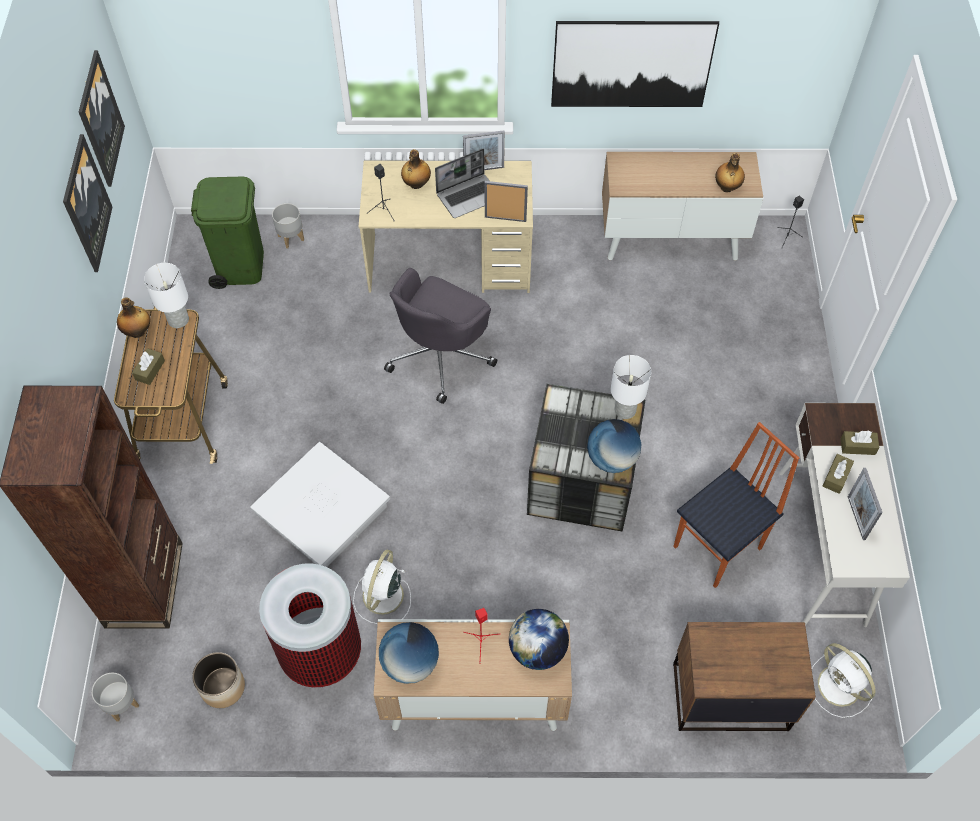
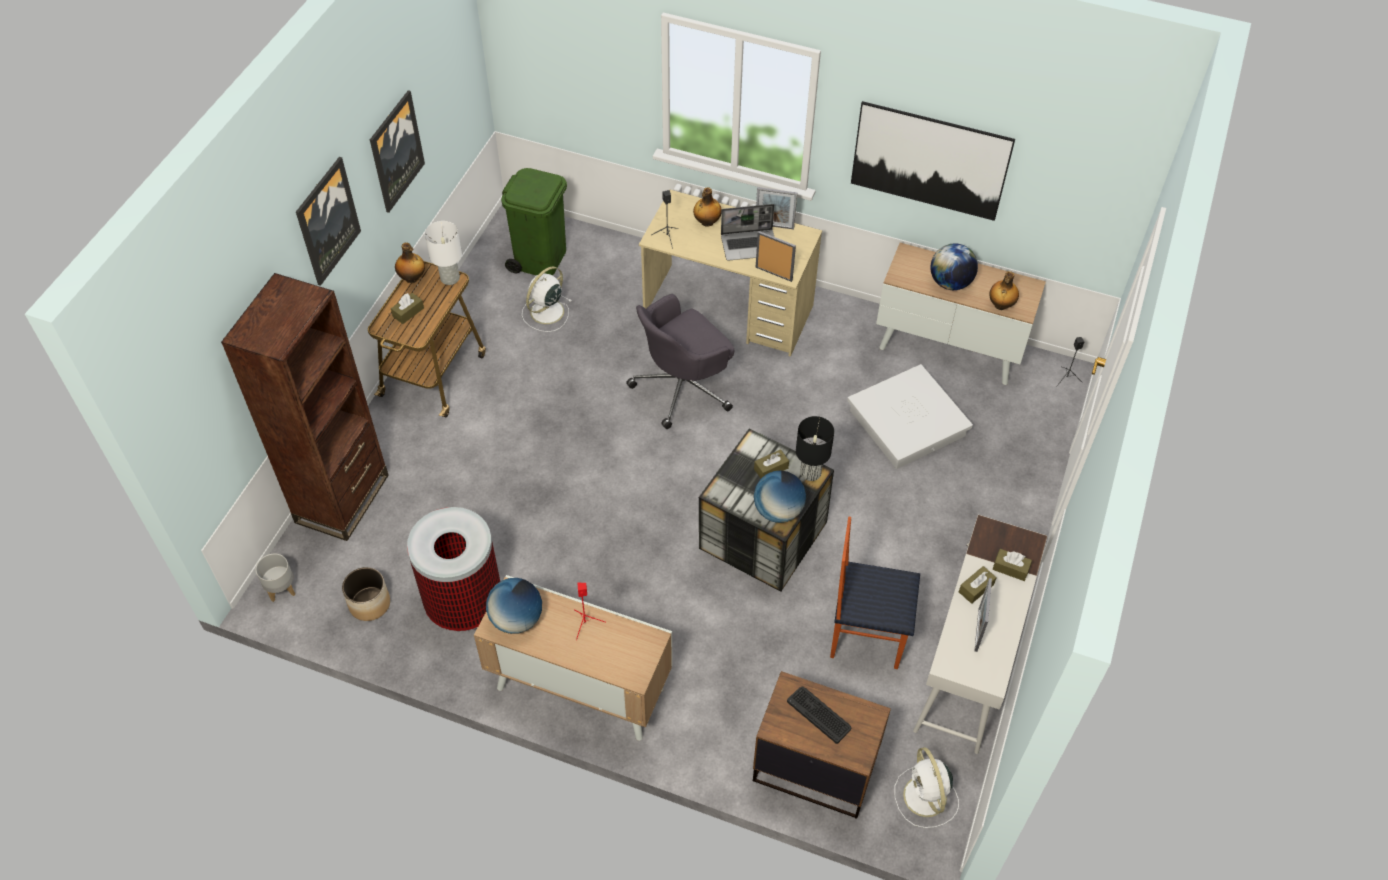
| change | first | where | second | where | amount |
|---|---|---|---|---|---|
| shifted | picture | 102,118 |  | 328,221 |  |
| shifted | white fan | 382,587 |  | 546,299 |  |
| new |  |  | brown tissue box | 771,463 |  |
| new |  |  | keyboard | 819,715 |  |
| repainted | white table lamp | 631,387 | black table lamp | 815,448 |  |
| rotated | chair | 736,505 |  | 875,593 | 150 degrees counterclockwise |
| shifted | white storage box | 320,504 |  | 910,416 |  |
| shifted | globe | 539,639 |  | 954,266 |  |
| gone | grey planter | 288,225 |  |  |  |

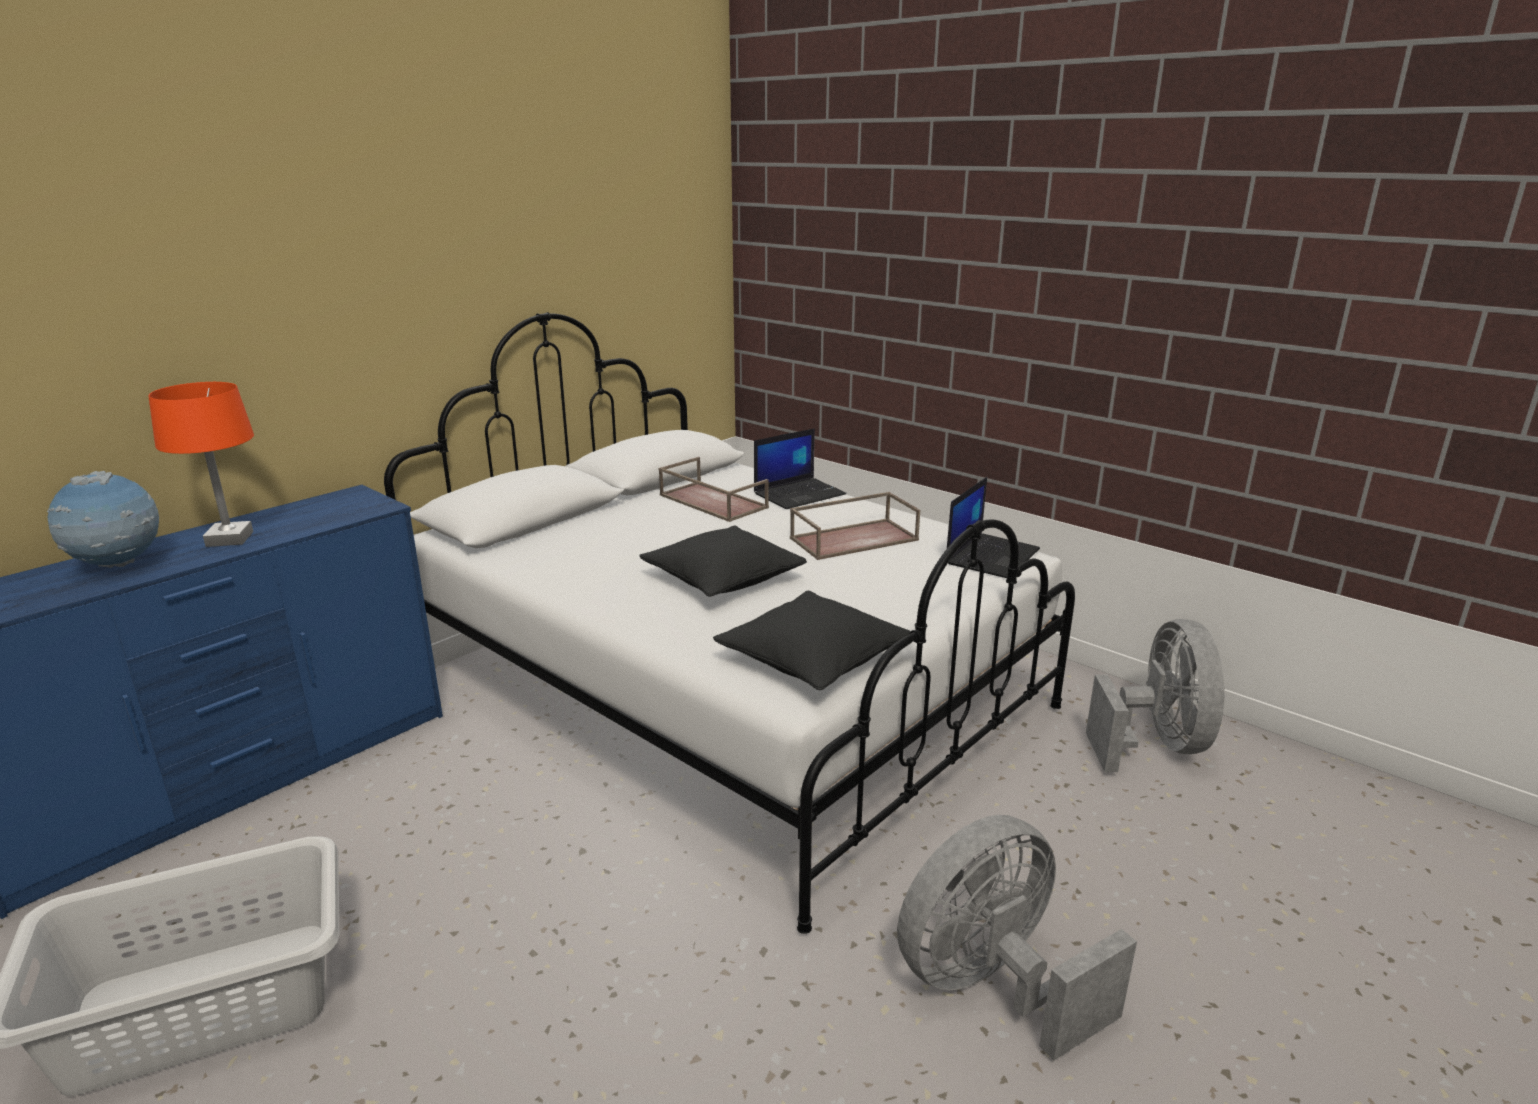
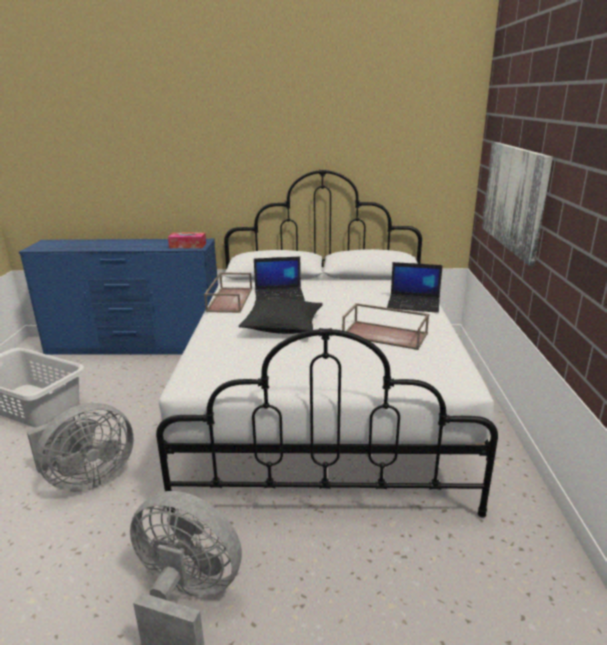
| change | first | where | second | where | amount |
|---|---|---|---|---|---|
| shifted | grey fan | 1155,695 |  | 80,447 |  |
| new |  |  | tissue box | 187,240 |  |
| shifted | brown tray | 714,489 |  | 228,292 |  |
| shifted | laptop | 993,527 |  | 279,279 |  |
| new |  |  | picture | 517,203 |  |
| gone | globe | 103,519 |  |  |  |
| gone | orange table lamp | 201,464 |  |  |  |
| gone | black pillow | 811,640 |  |  |  |

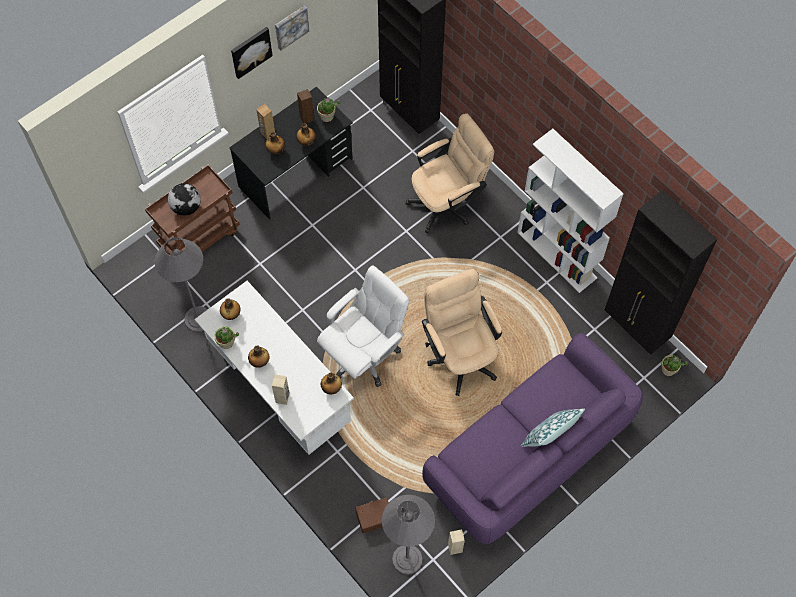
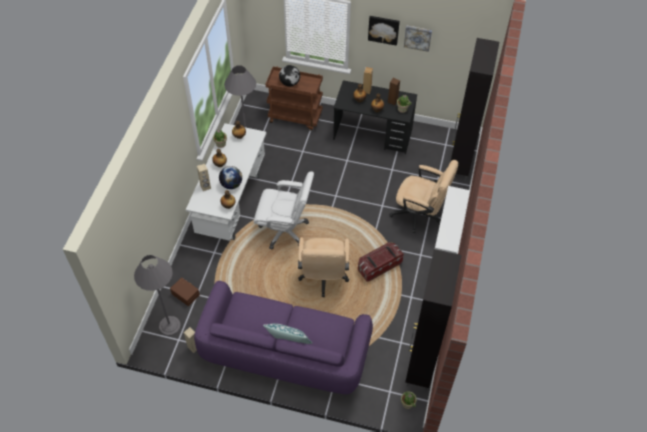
| change | first | where | second | where | amount |
|---|---|---|---|---|---|
| new |  |  | globe | 230,177 |  |
| rotated | beige office chair | 462,332 |  | 324,267 | 150 degrees clockwise |
| new |  |  | storage box | 381,262 |  |

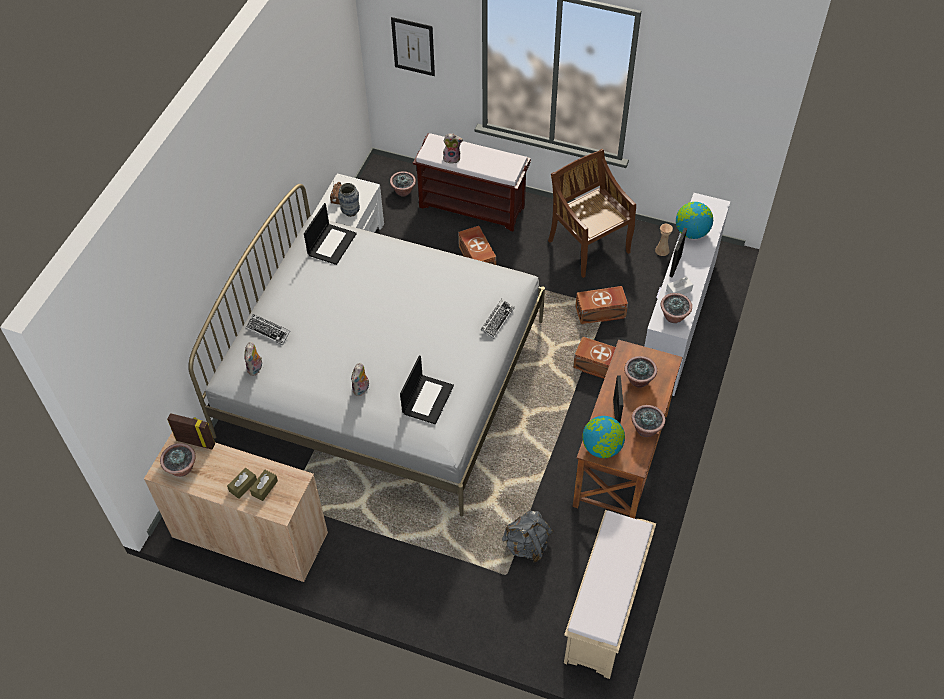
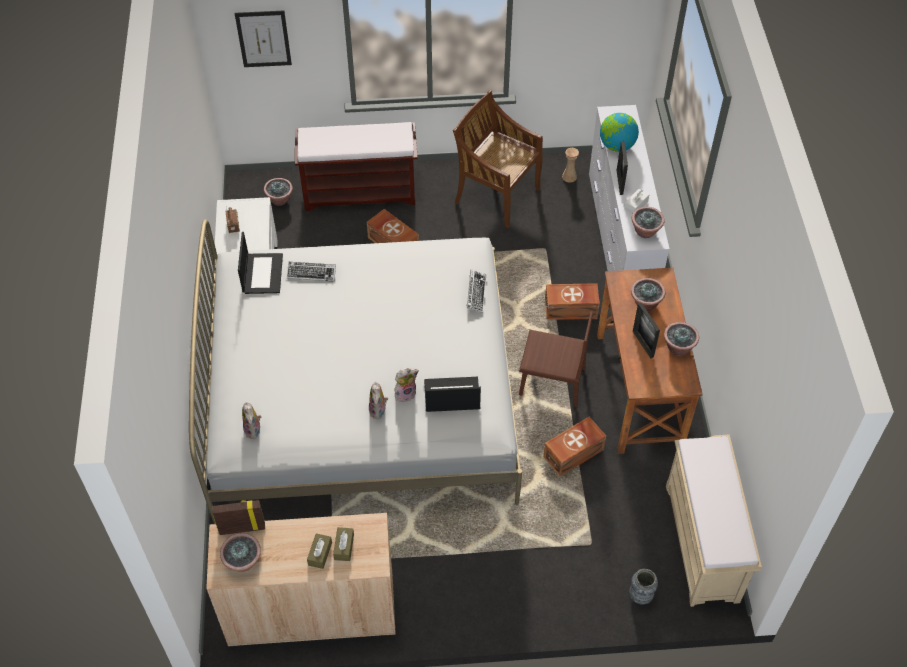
| change | first | where | second | where | amount |
|---|---|---|---|---|---|
| shifted | keyboard | 267,329 |  | 311,272 |  |
| shifted | plush toy | 453,149 |  | 407,385 |  |
| rotated | laptop | 427,389 |  | 452,394 | 90 degrees counterclockwise |
| new |  |  | brown chair | 556,359 |  |
| shifted | brown storage box | 601,305 |  | 574,446 |  |
| shifted | vase | 349,200 |  | 643,587 |  |
| gone | grey backpack | 528,536 |  |  |  |
| gone | globe | 603,437 |  |  |  |

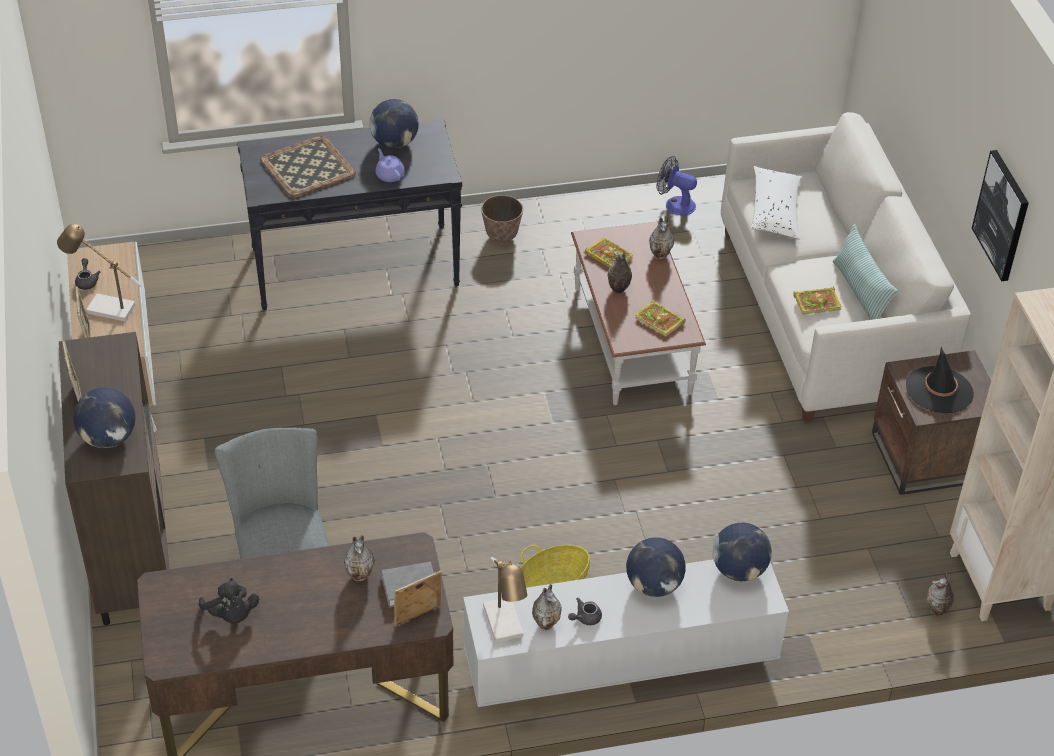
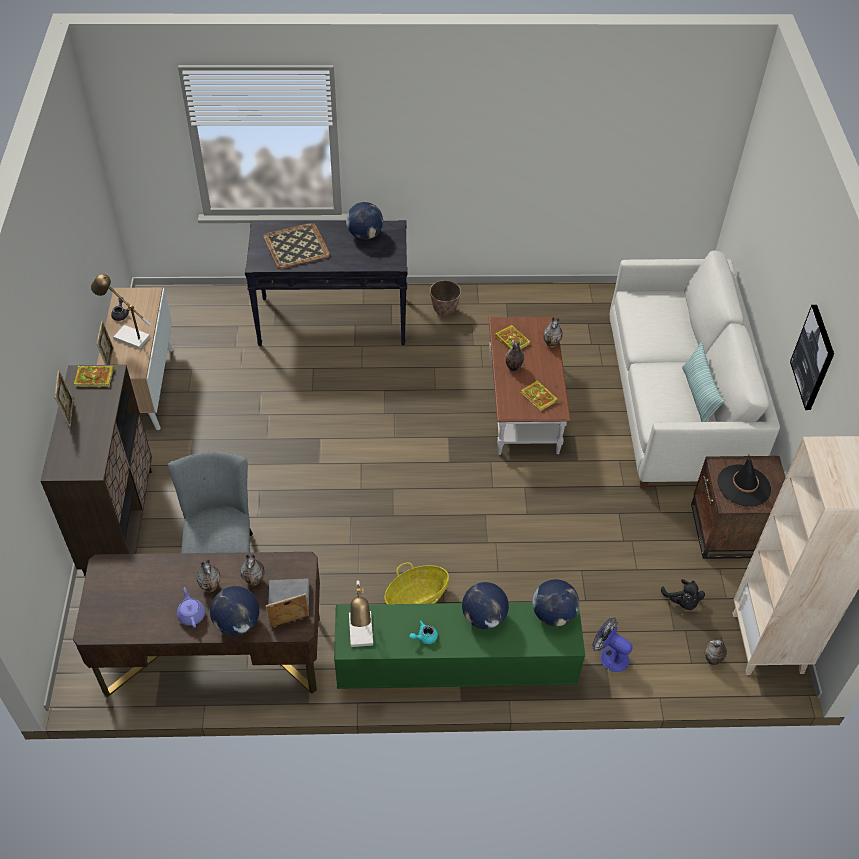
| change | first | where | second | where | amount |
|---|---|---|---|---|---|
| shifted | book | 817,300 |  | 94,376 |  |
| shifted | purple teapot | 390,165 |  | 191,607 |  |
| shifted | vase | 547,607 |  | 209,575 |  |
| shifted | globe | 104,417 |  | 234,611 |  |
| repainted | white tv stand | 626,633 | green tv stand | 459,645 |  |
| repainted | grey teapot | 585,611 | turquoise teapot | 423,632 |  |
| shifted | fan | 677,186 |  | 612,644 |  |
| shifted | black plush toy | 229,601 |  | 683,594 |  |
| gone | white pillow | 776,203 |  |  |  |

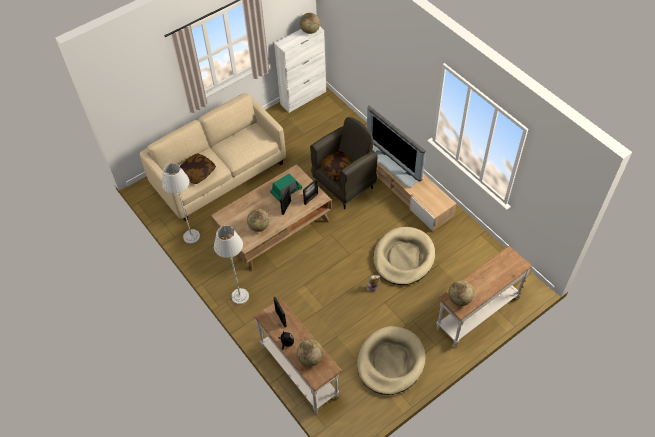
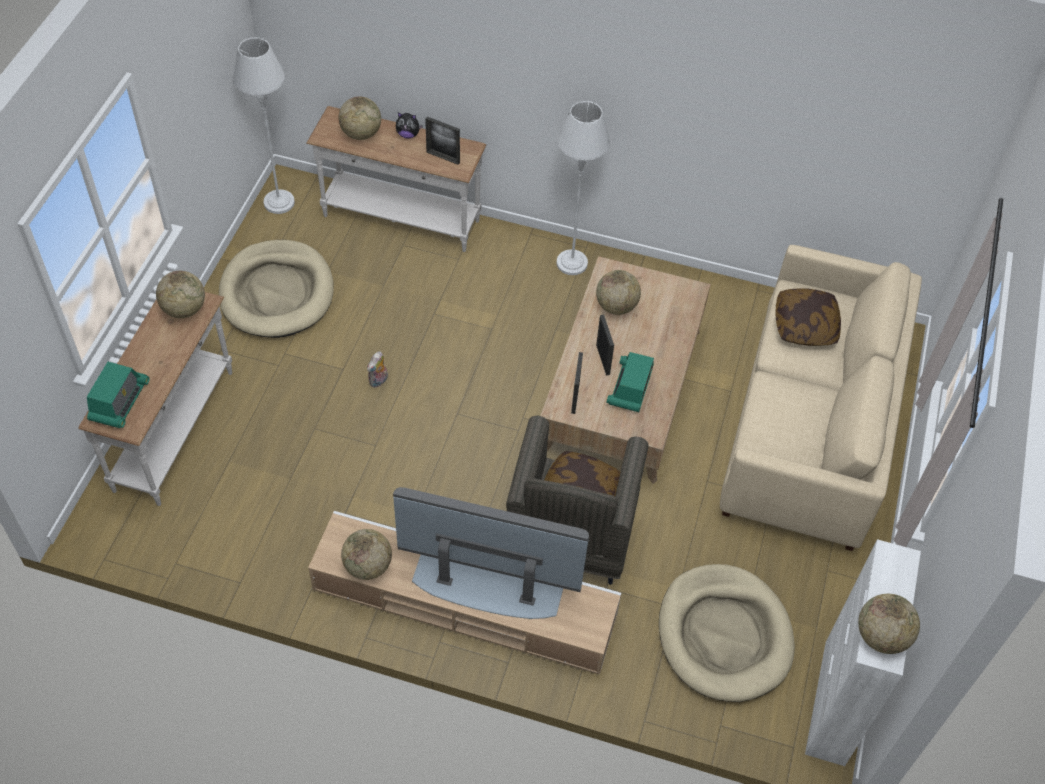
| change | first | where | second | where | amount |
|---|---|---|---|---|---|
| new |  |  | radio | 118,395 |  |
| shifted | grey floor lamp | 181,203 |  | 264,125 |  |
| new |  |  | globe | 366,554 |  |
| shifted | beige dog bed | 404,256 |  | 727,633 |  |

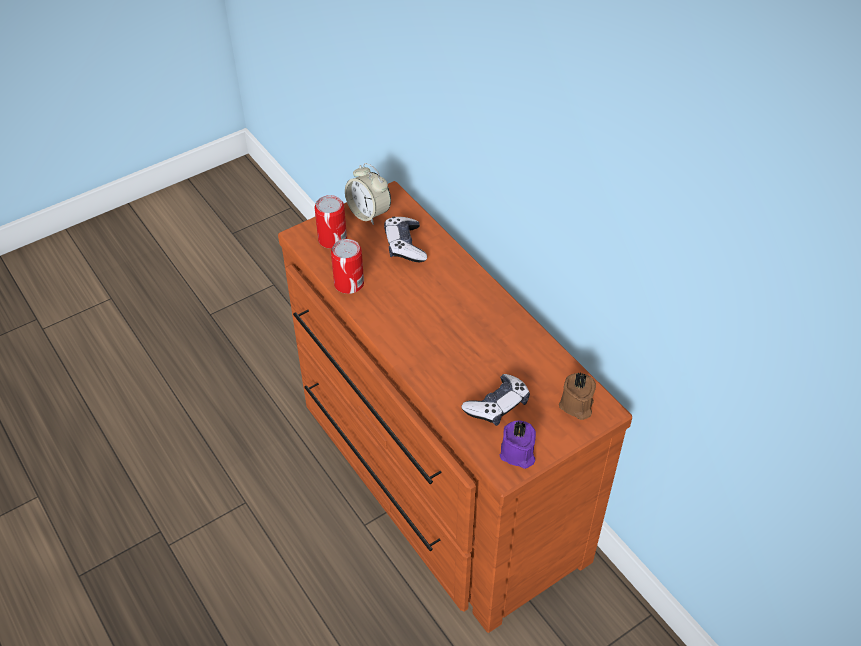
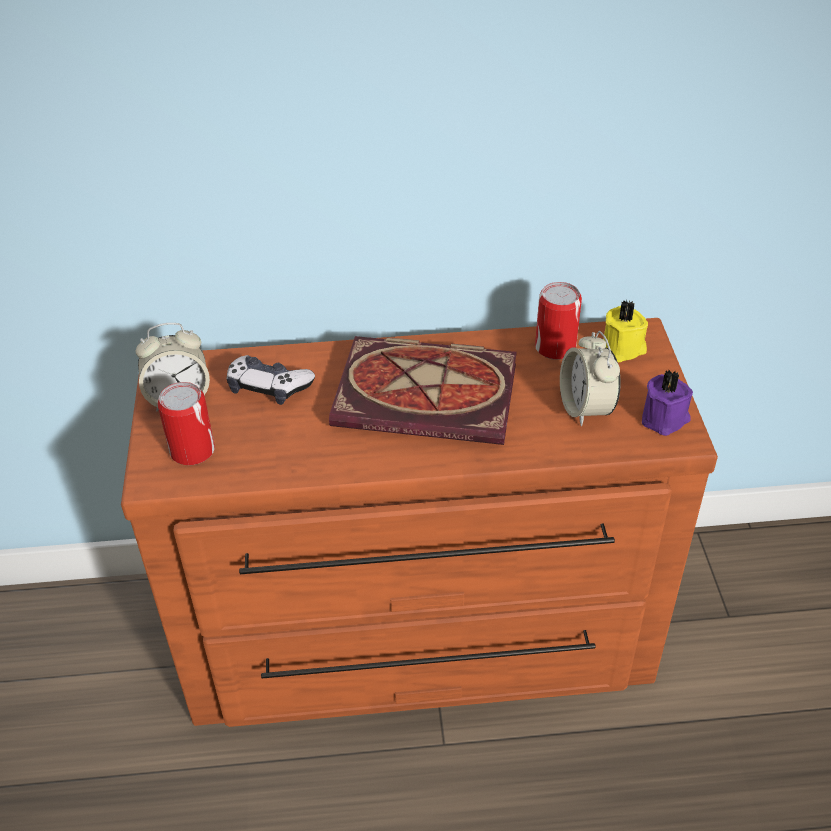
| change | first | where | second | where | amount |
|---|---|---|---|---|---|
| new |  |  | book | 423,390 |  |
| shifted | can | 347,266 |  | 558,321 |  |
| swapped | game controller | 495,400 | alarm clock | 590,378 |  |
| repainted | brown candle | 577,396 | yellow candle | 625,331 |  |

